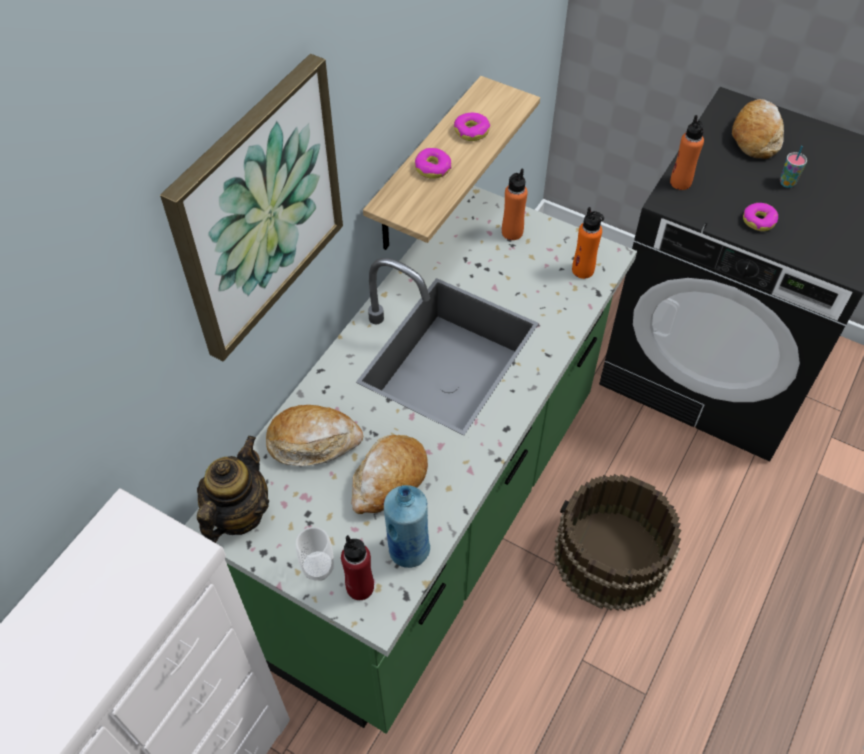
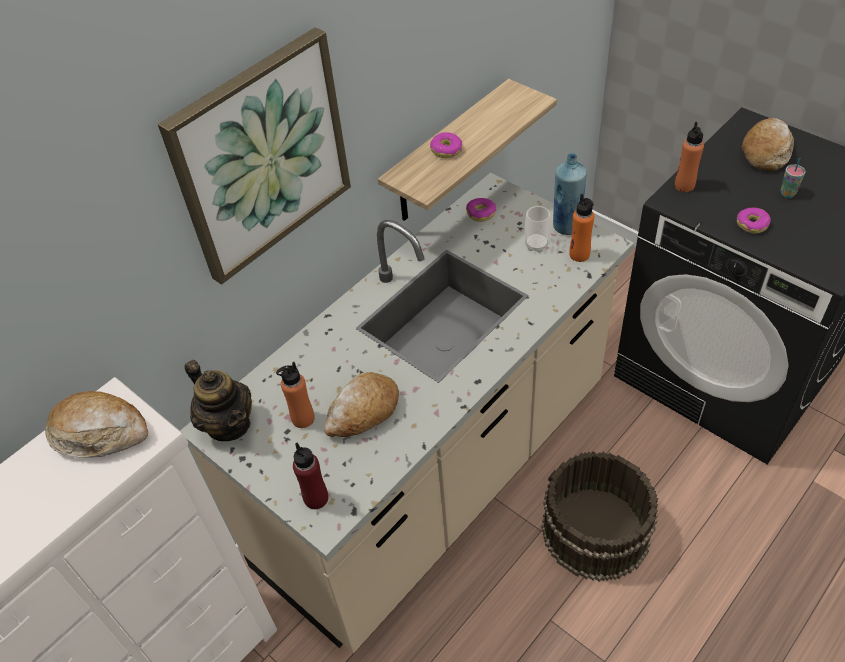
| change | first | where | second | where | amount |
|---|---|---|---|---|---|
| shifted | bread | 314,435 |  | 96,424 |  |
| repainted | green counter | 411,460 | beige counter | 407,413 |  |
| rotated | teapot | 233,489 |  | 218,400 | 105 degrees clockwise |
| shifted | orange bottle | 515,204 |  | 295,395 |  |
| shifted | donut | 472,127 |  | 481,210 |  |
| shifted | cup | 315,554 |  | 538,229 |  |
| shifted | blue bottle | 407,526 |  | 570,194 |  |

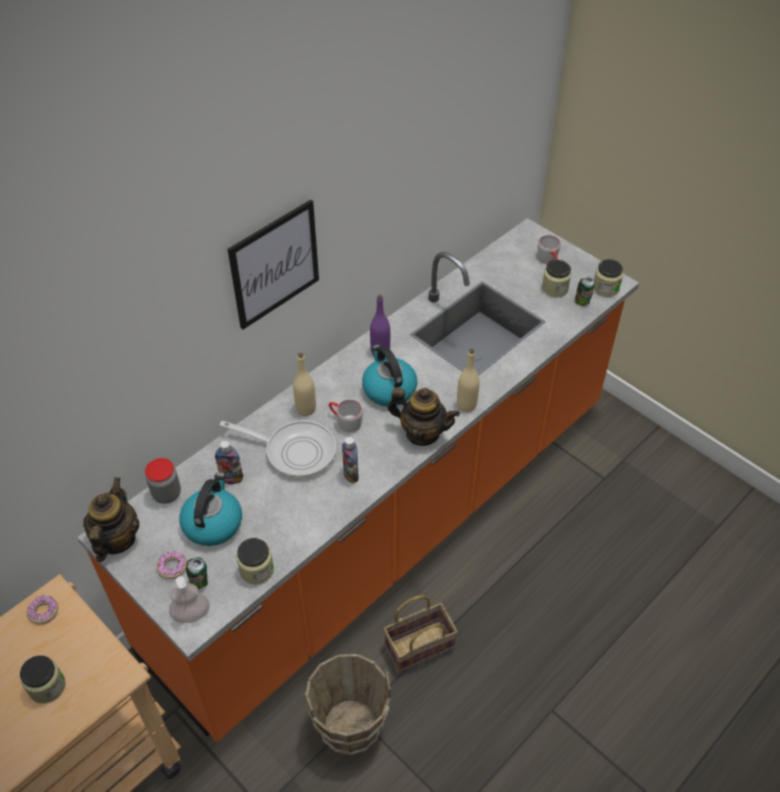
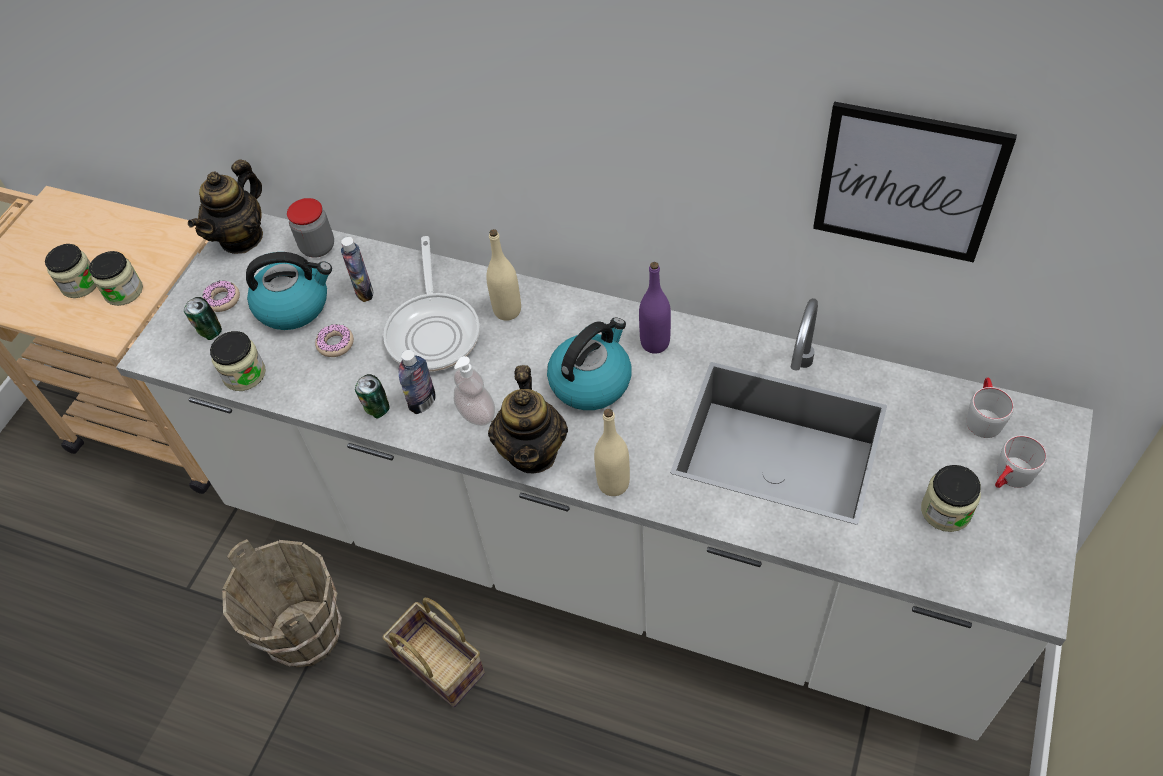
| change | first | where | second | where | amount |
|---|---|---|---|---|---|
| shifted | jar | 608,278 |  | 116,278 |  |
| repainted | orange counter | 358,480 | white counter | 604,476 |  |
| rotated | teapot | 111,519 |  | 225,206 | 135 degrees clockwise |
| shifted | donut | 42,610 |  | 334,340 |  |
| shifted | can | 584,291 |  | 372,396 |  |
| shifted | soap dispenser | 189,599 |  | 474,391 |  |
| shifted | picture | 273,264 |  | 915,182 |  |
| shifted | grey mug | 346,415 |  | 990,407 |  |

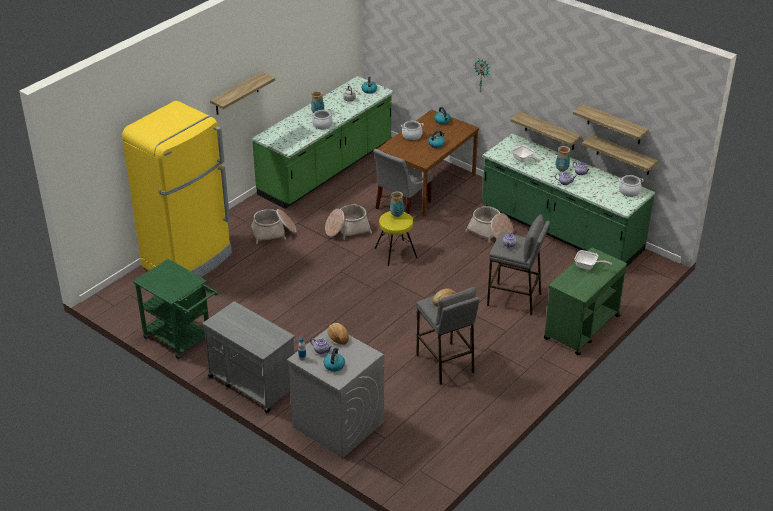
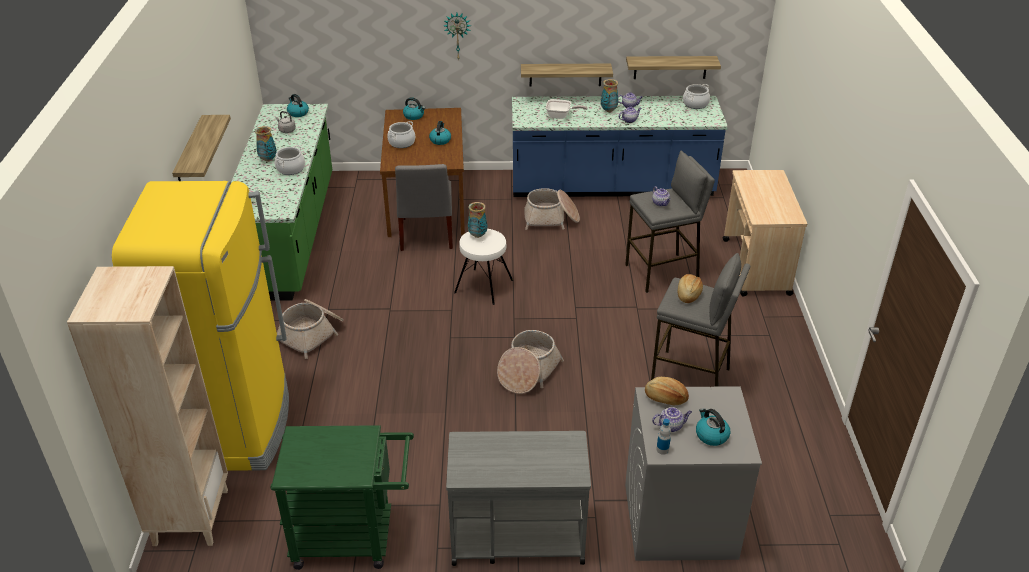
| change | first | where | second | where | amount |
|---|---|---|---|---|---|
| new |  |  | beige bookcase | 147,406 |  |
| repainted | yellow stool | 396,238 | white stool | 483,267 |  |
| shifted | basket | 348,222 |  | 530,362 |  |
| repainted | green counter | 568,200 | blue counter | 620,146 |  |
| repainted | green cart | 585,301 | beige cart | 765,233 |  |
| gone | shelf | 611,124 |  |  |  |
| gone | frying pan | 593,260 |  |  |  |

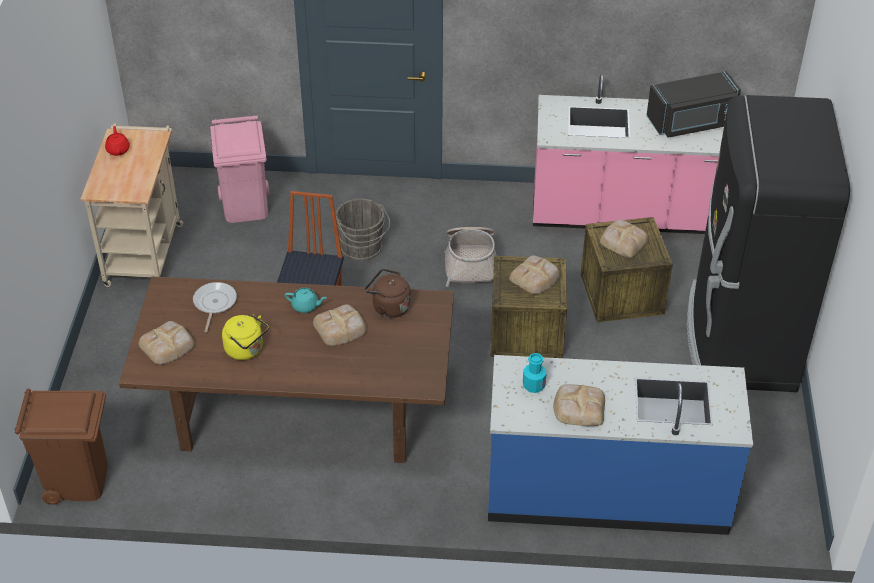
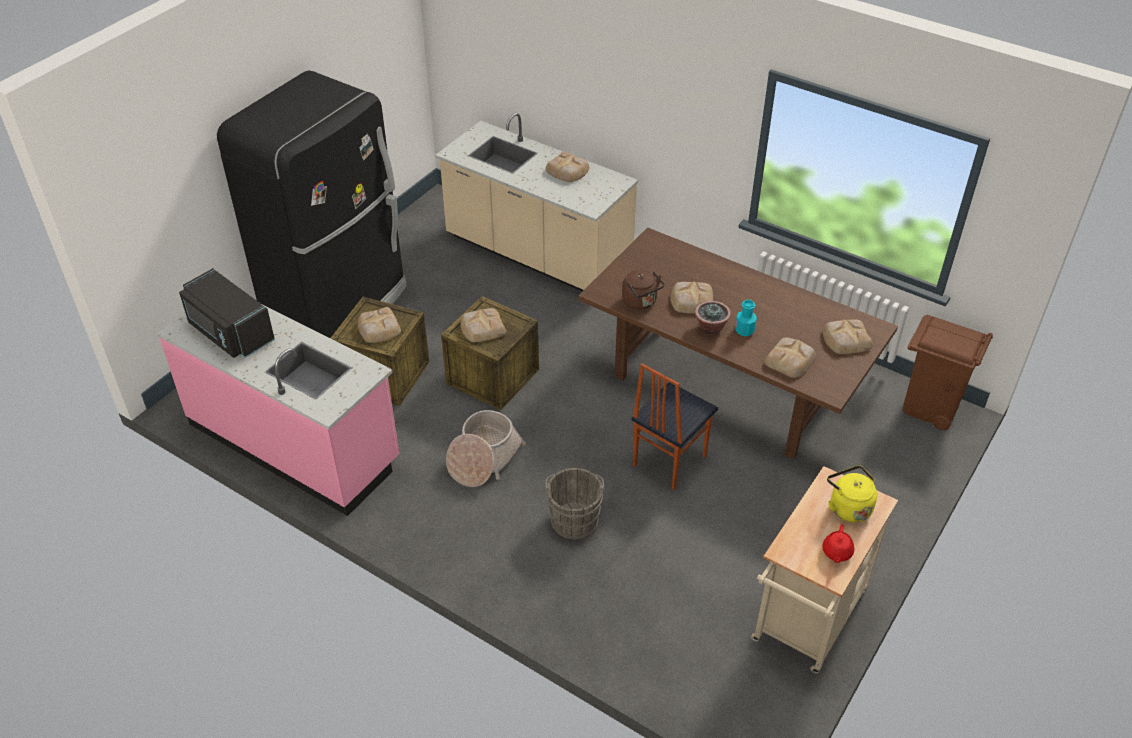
| change | first | where | second | where | amount |
|---|---|---|---|---|---|
| rotated | black microwave | 694,104 |  | 227,313 | 150 degrees counterclockwise |
| repainted | blue counter | 620,445 | beige counter | 536,202 |  |
| swapped | turquoise teapot | 306,300 | potted plant | 713,318 |  |
| shifted | turquoise bottle | 534,373 |  | 746,318 |  |
| swapped | frying pan | 215,307 | bread | 790,357 |  |
| shifted | yellow kettle | 245,337 |  | 852,494 |  |
| gone | pink trash can | 239,169 |  |  |  |

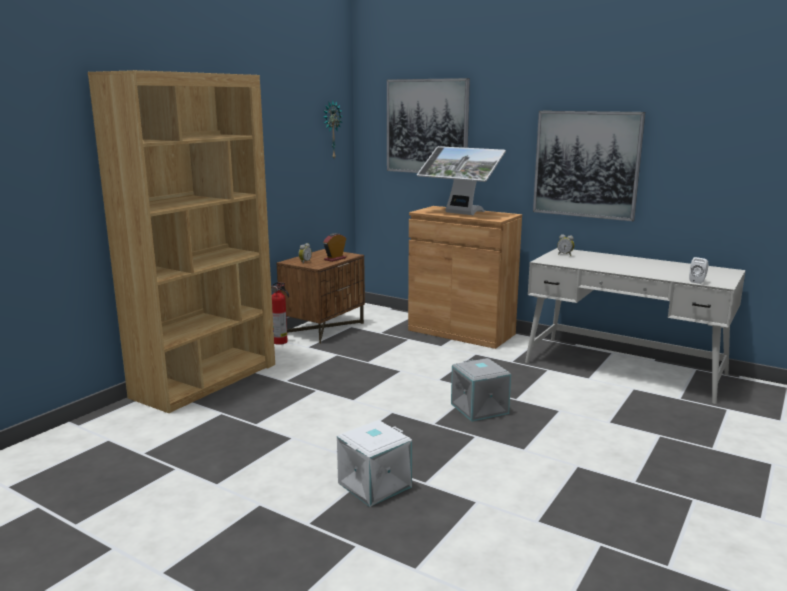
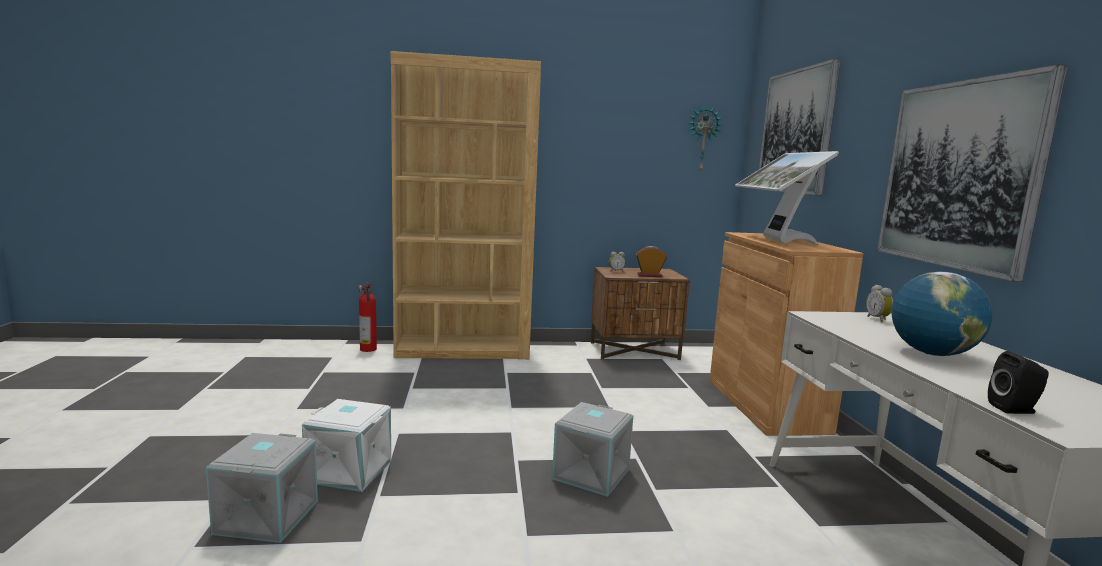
| change | first | where | second | where | amount |
|---|---|---|---|---|---|
| new |  |  | grey storage box | 262,488 |  |
| shifted | fire extinguisher | 280,313 |  | 367,317 |  |
| new |  |  | globe | 942,314 |  |
| repainted | white speaker | 699,270 | black speaker | 1018,382 |  |

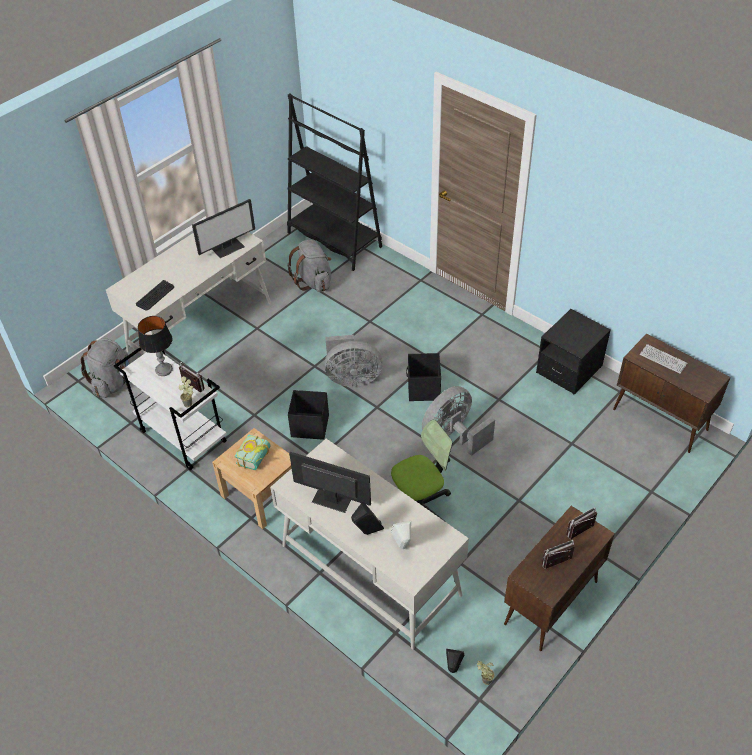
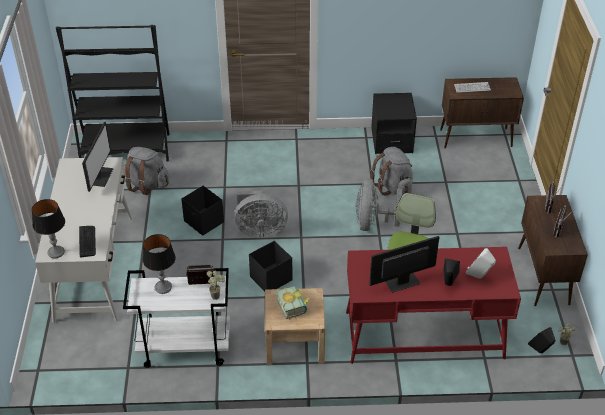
| change | first | where | second | where | amount |
|---|---|---|---|---|---|
| new |  |  | table lamp | 48,228 |  |
| shifted | black storage box | 423,377 |  | 202,211 |  |
| rotated | grey fan | 353,361 |  | 261,214 | 45 degrees clockwise |
| repainted | white desk | 369,544 | red desk | 433,305 |  |
| shifted | grey backpack | 106,368 |  | 391,171 |  |

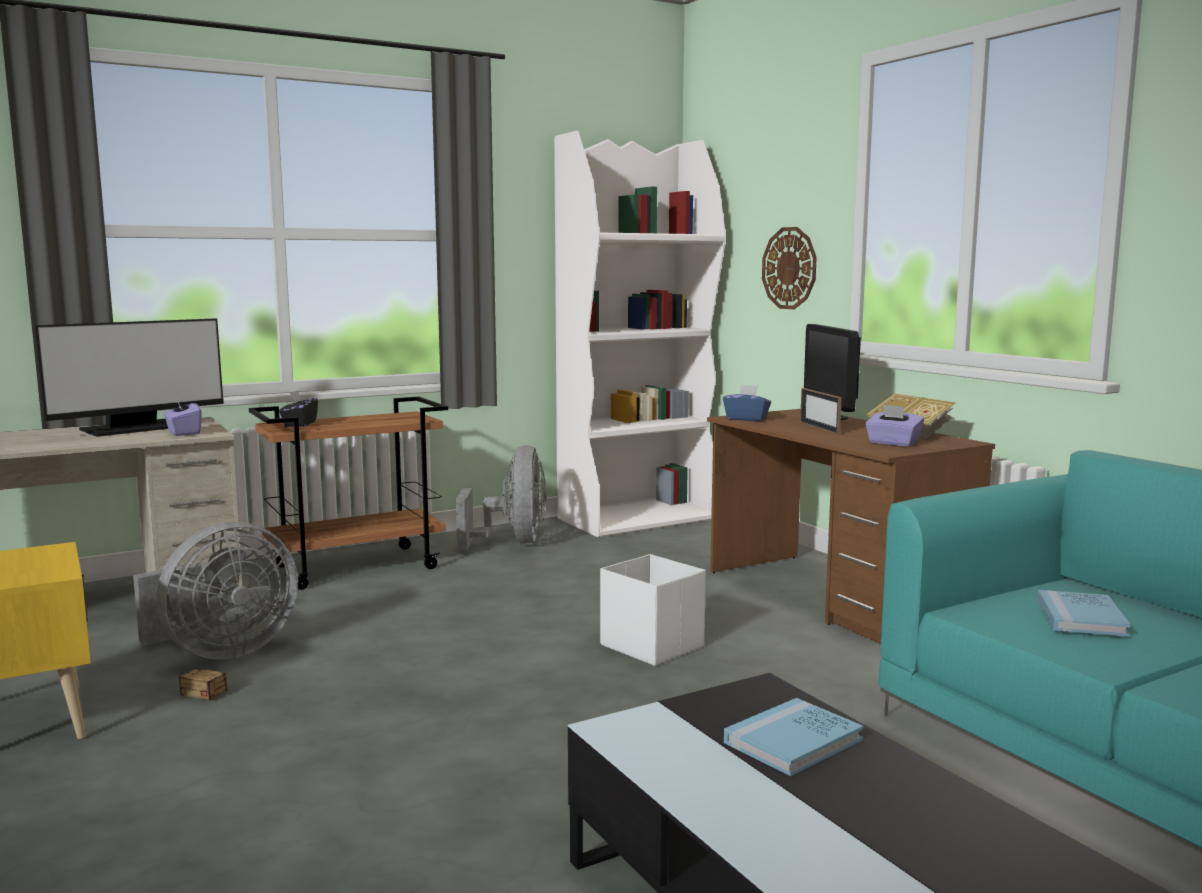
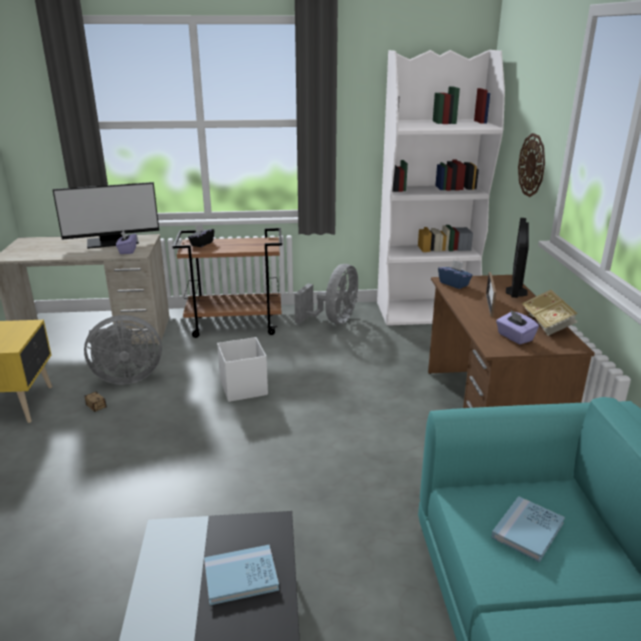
| change | first | where | second | where | amount |
|---|---|---|---|---|---|
| shifted | white storage box | 653,610 |  | 242,369 |  |

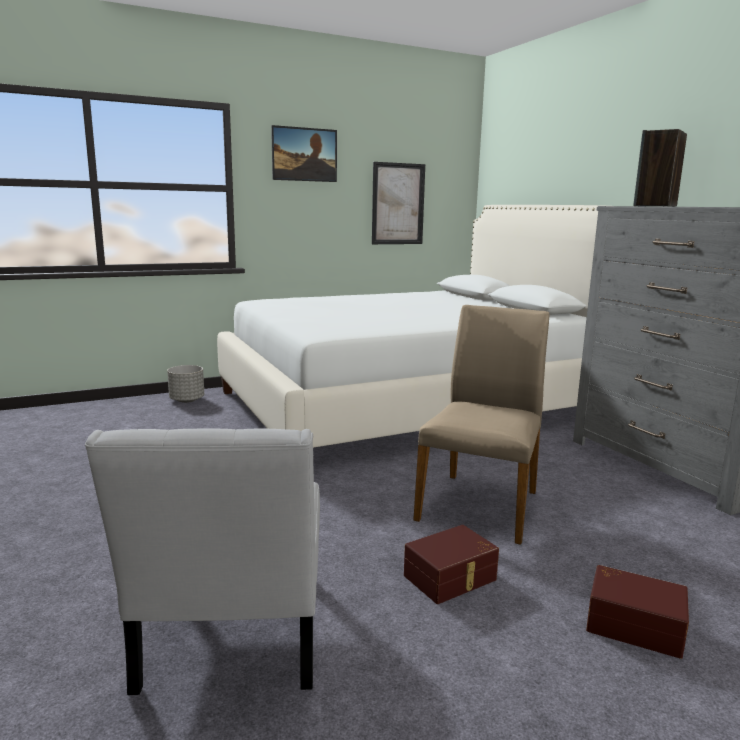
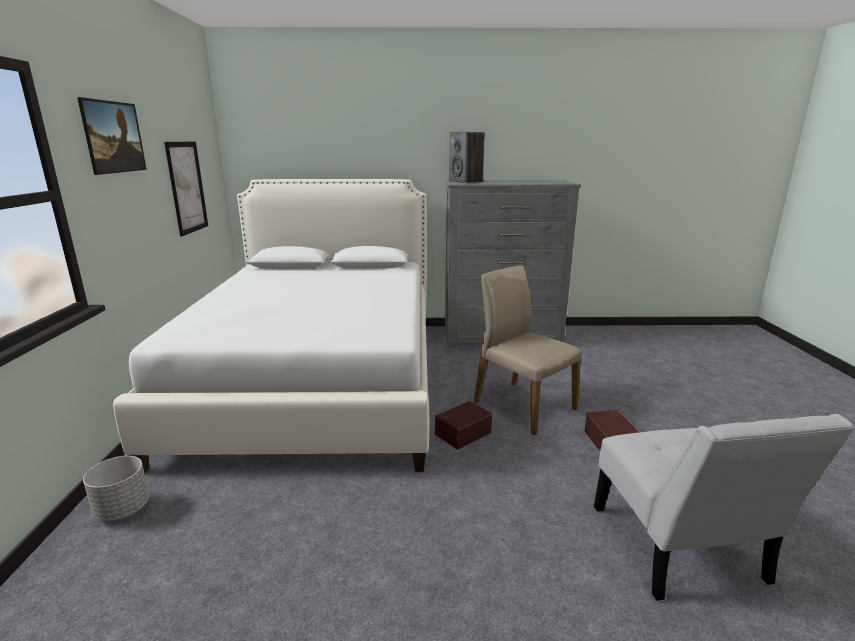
| change | first | where | second | where | amount |
|---|---|---|---|---|---|
| shifted | brown storage box | 637,612 |  | 463,425 |  |
| rotated | white chair | 202,562 |  | 724,507 | 60 degrees clockwise |

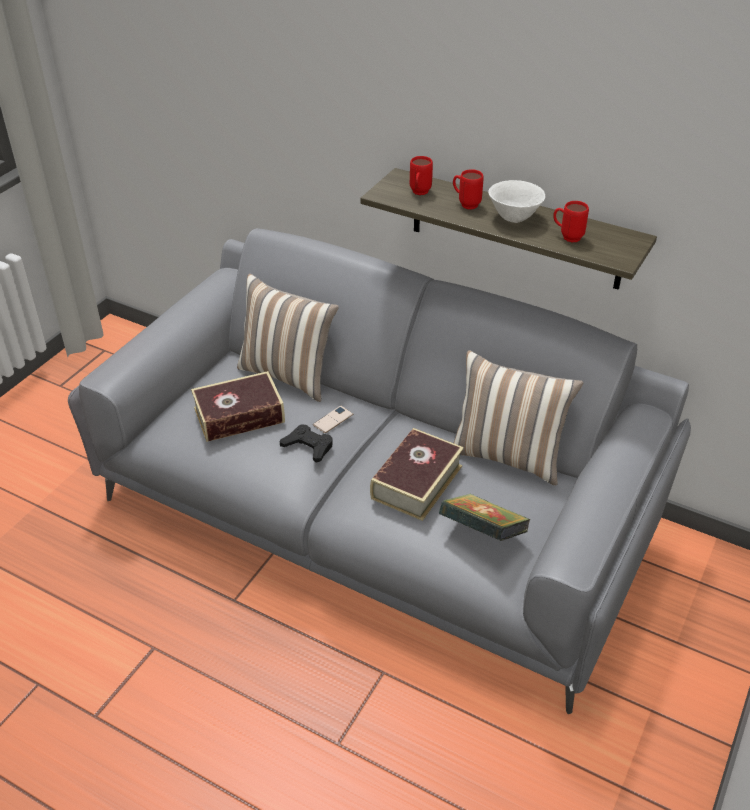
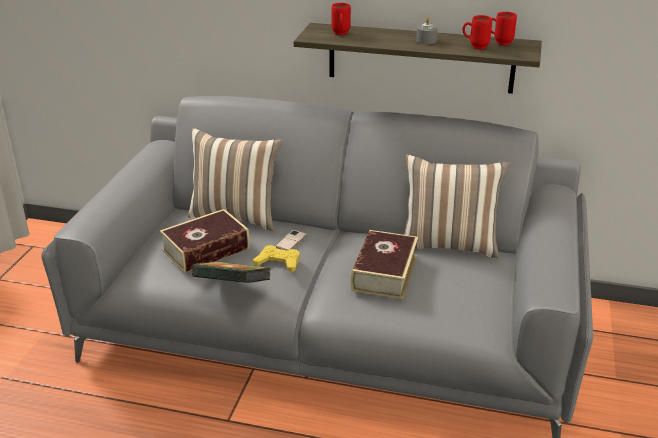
| change | first | where | second | where | amount |
|---|---|---|---|---|---|
| shifted | book | 484,517 |  | 231,272 |  |
| repainted | black game controller | 306,443 | yellow game controller | 276,258 |  |
| swapped | white bowl | 516,201 | grey candle | 426,30 |  |
| shifted | red mug | 468,189 |  | 504,28 |  |

